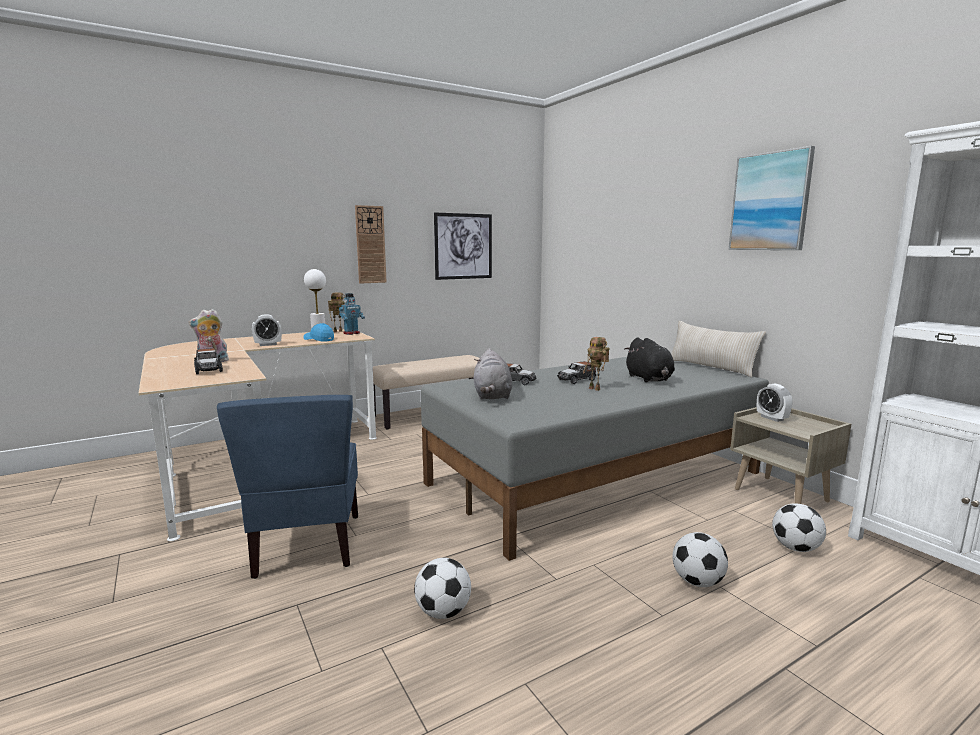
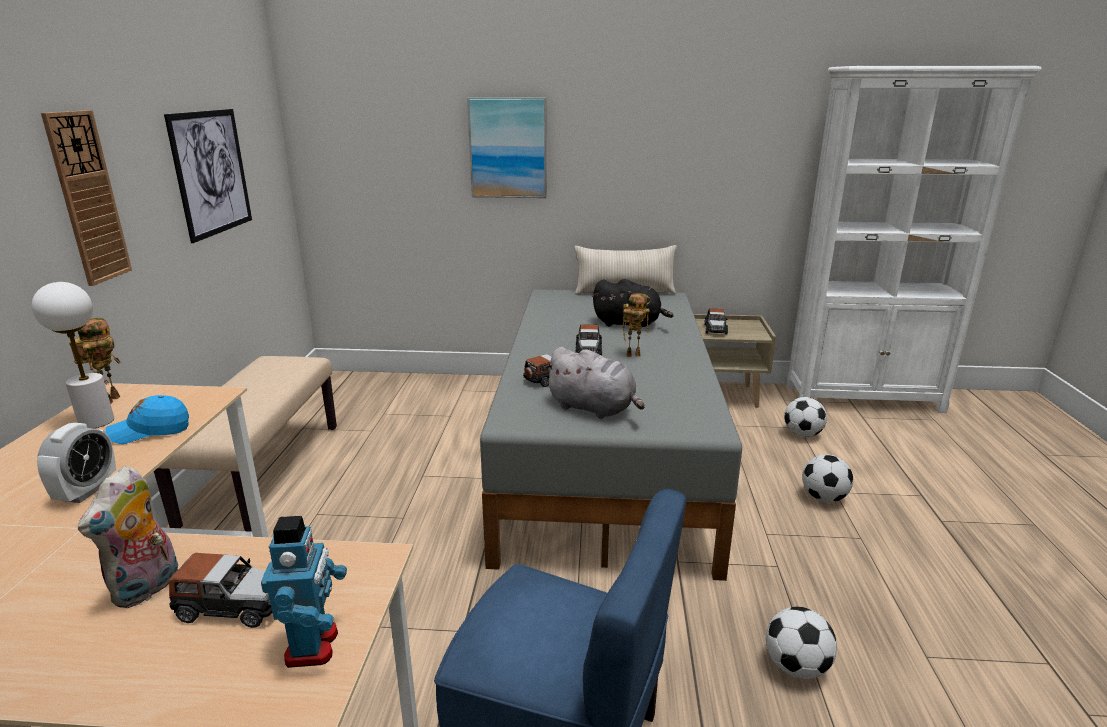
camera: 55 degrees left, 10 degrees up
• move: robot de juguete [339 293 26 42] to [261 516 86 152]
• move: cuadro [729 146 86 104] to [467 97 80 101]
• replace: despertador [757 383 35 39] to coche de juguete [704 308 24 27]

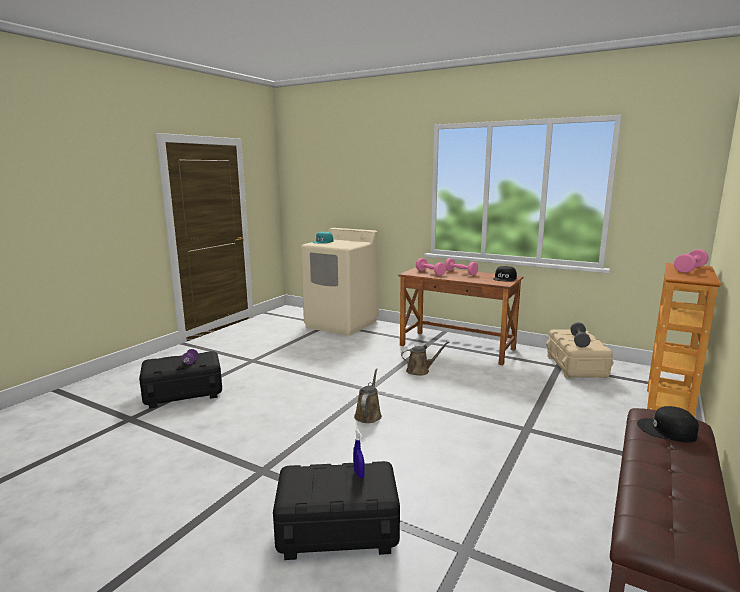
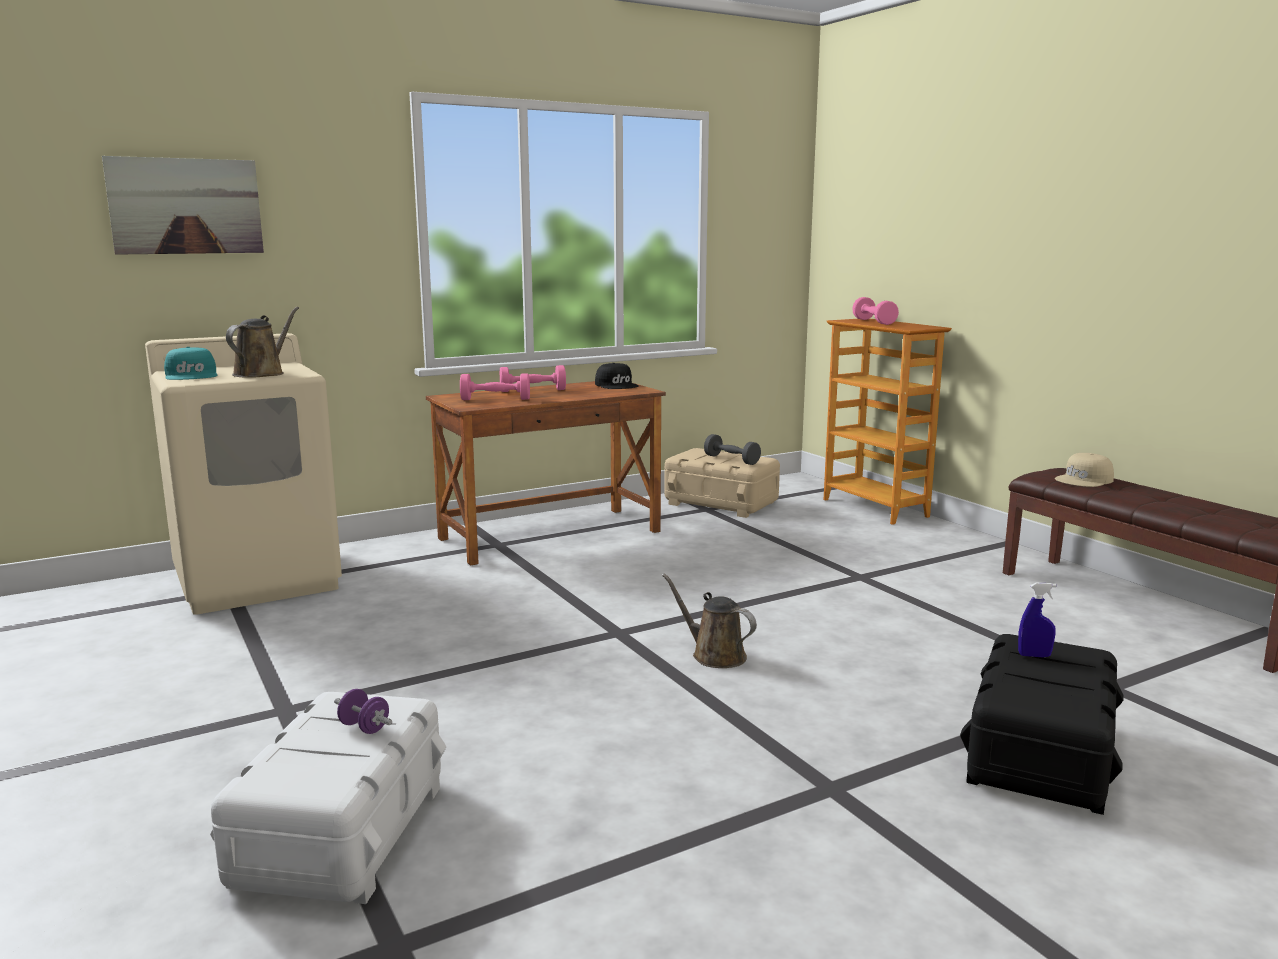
camera: 60 degrees left, 0 degrees up
• recolor: caja de almacenaje [negro] [139 351 83 58] to caja de almacenaje [blanco] [210 692 236 212]
• move: regadera [marrón] [401 342 49 34] to [226 307 73 70]
• recolor: gorra [negro] [637 406 62 37] to gorra [beis] [1055 453 59 34]
• insert: cuadro [102 156 162 99]

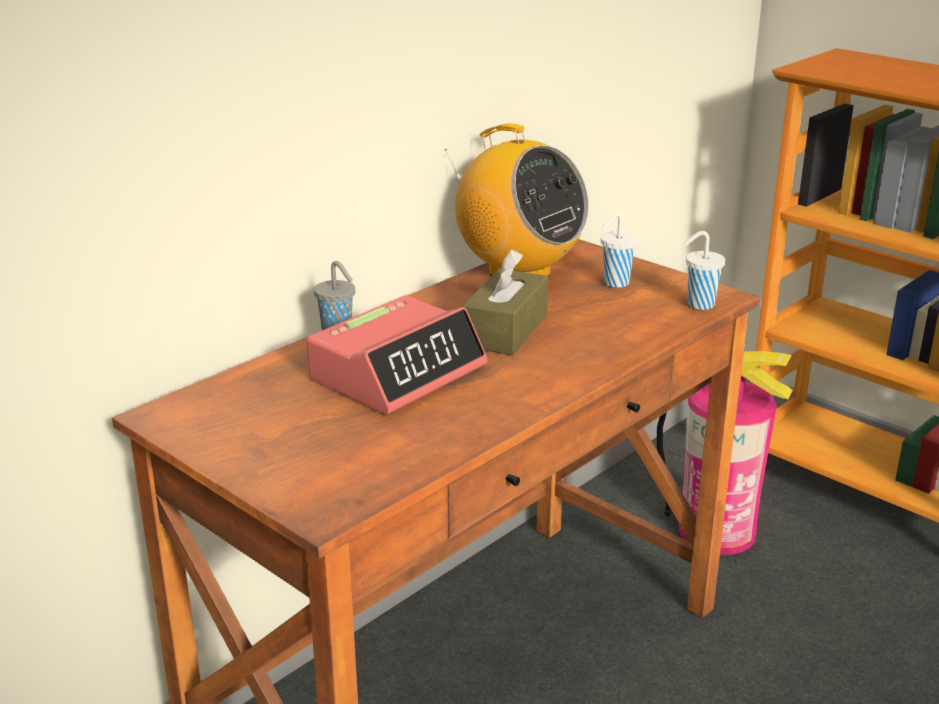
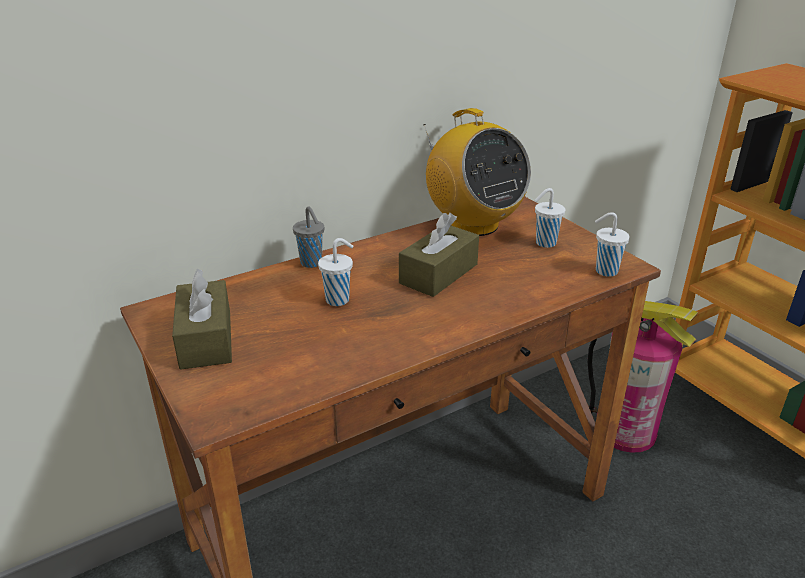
camera: 15 degrees right, 5 degrees up
• replace: despertador [307 295 181 119] to taza [blanco] [318 238 35 68]
• insert: caja de pañuelos [marrón] [172 269 60 101]

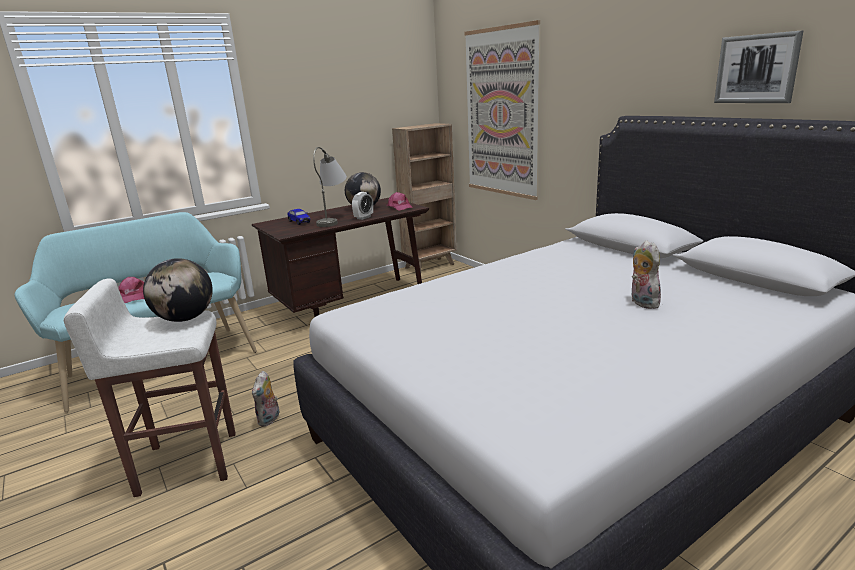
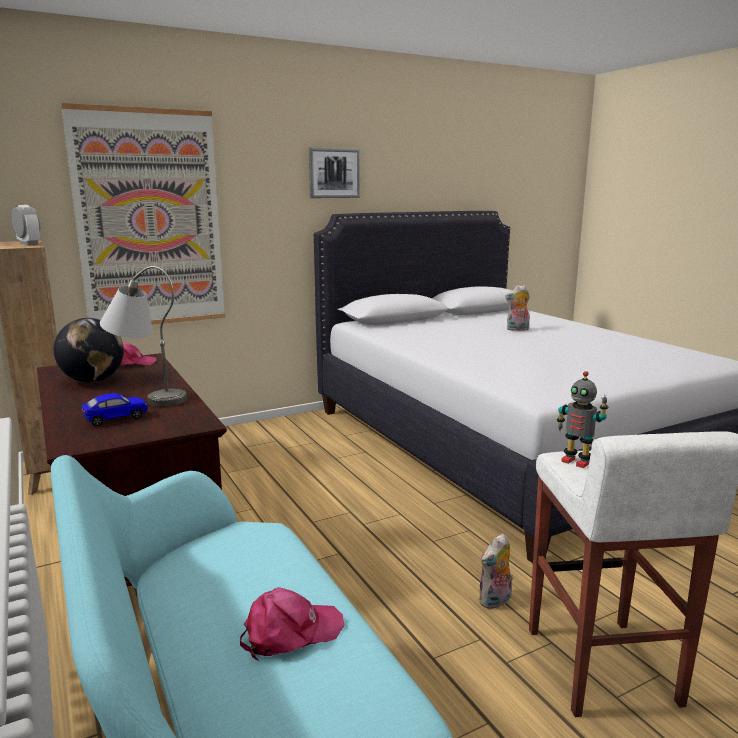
camera: 85 degrees left, 5 degrees down
• replace: globo terráqueo [143 258 70 64] to robot de juguete [557 371 52 97]
• rotate: peluche [252 371 27 56] = [478 533 35 77] 120 degrees clockwise
• move: despertador [352 192 21 28] to [12 205 28 40]
• move: cuadro [714 31 89 72] to [309 148 51 50]

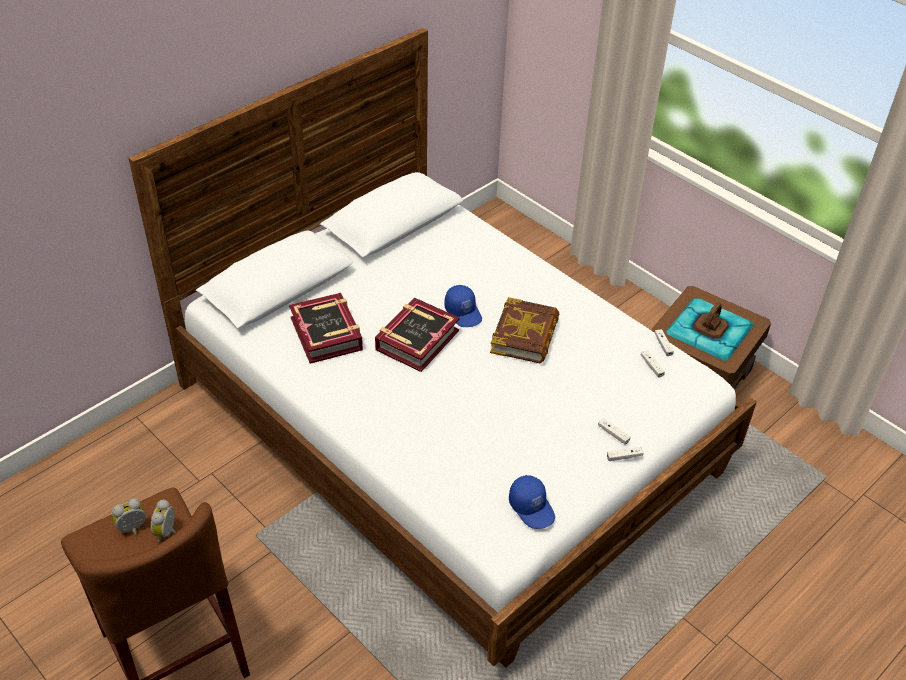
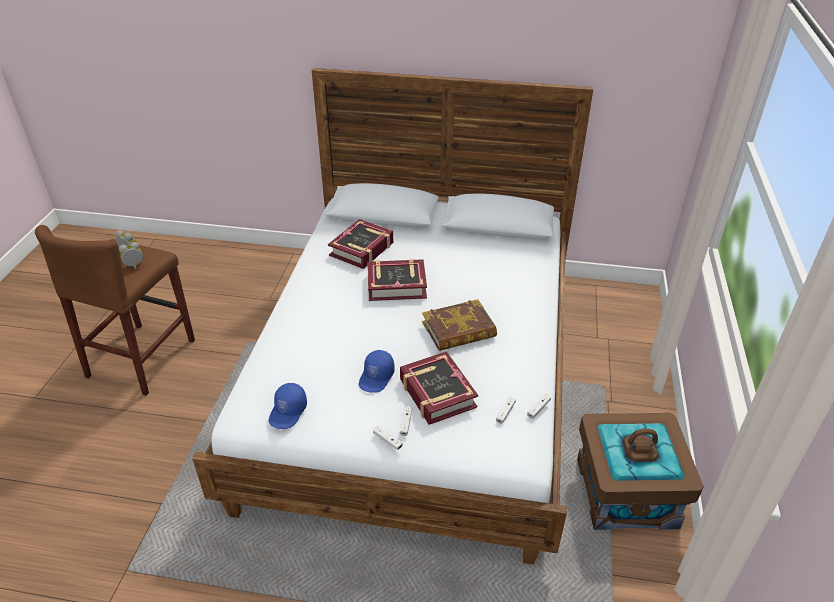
camera: 55 degrees right, 5 degrees down
• move: gorra [azul] [444 285 38 42] to [359 350 36 43]
• insert: libro [400 351 78 74]

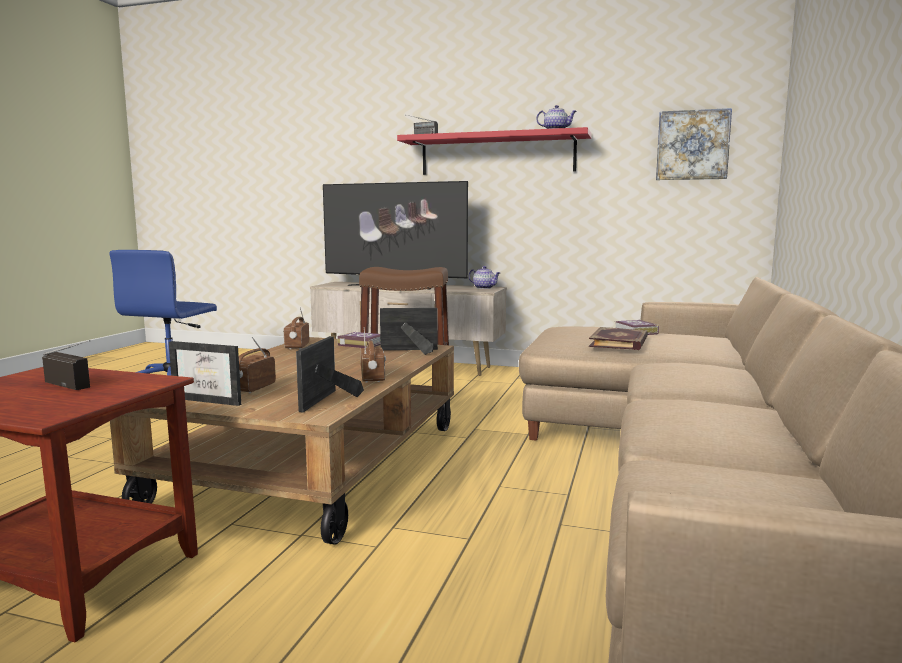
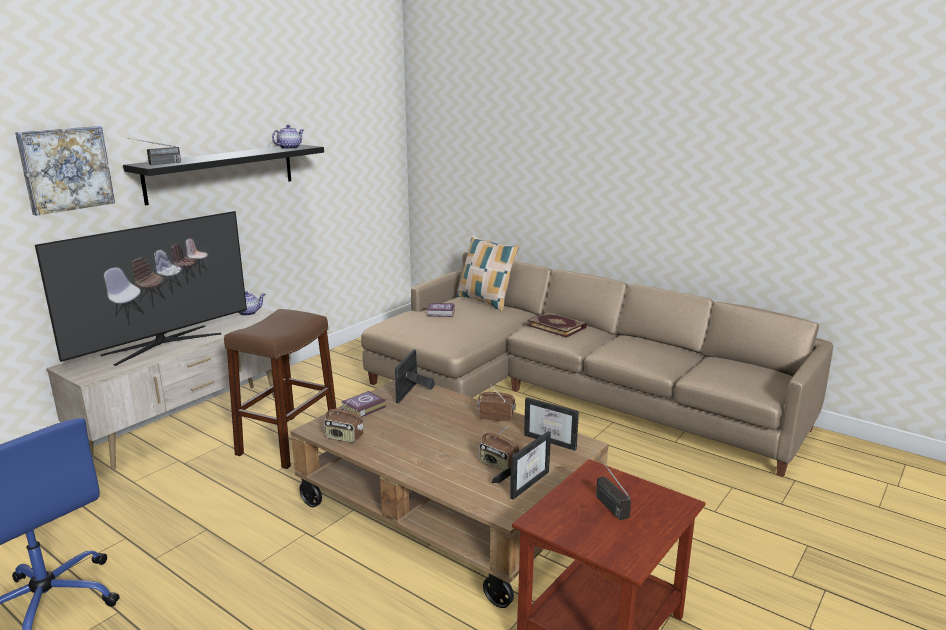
camera: 70 degrees left, 10 degrees up
• rotate: radio [42 340 49 50] = [593 449 38 71] 75 degrees counterclockwise
• recolor: estante [rojo] [397 127 195 48] to estante [negro] [123 144 201 61]
• move: libro [589 327 59 23] to [527 312 60 26]
• move: cuadro [656 108 76 72] to [15 126 100 90]
• insert: cojín [456 235 63 76]

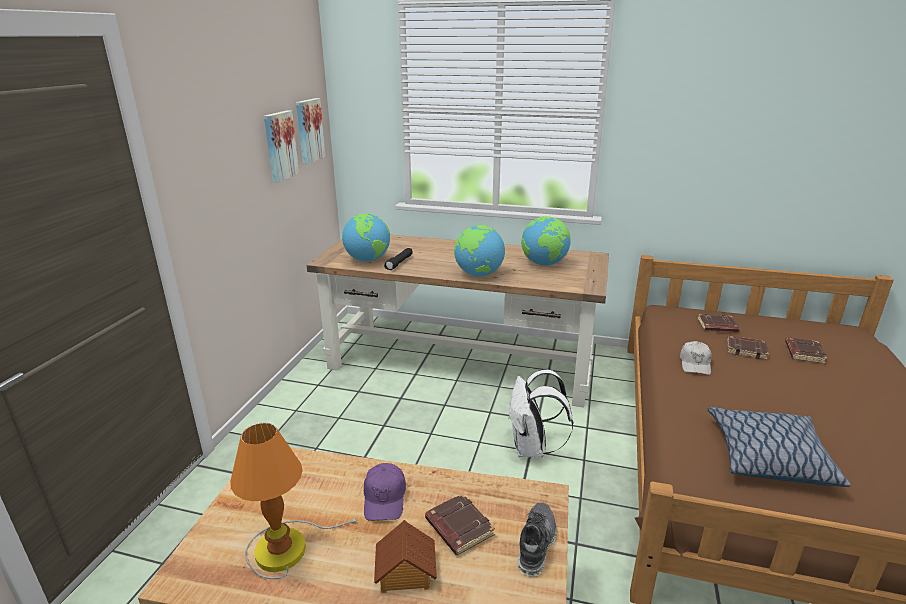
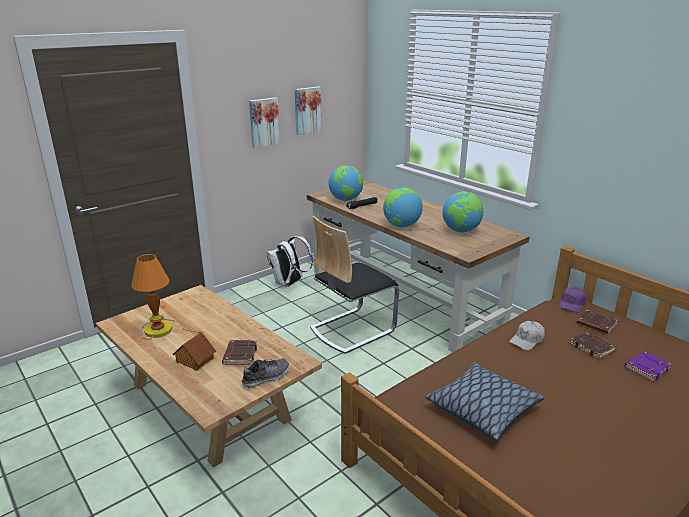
camera: 35 degrees right, 0 degrees up
• move: cuadro [296 98 30 66] to [249 97 31 51]
• move: gorra [morado] [364 463 42 58] to [559 287 27 26]
• move: mochila [blanco] [508 370 65 88] to [266 236 47 51]
• recolor: libro [marrón] [785 338 42 26] to libro [morado] [625 351 47 30]
• insert: silla [310 216 89 138]

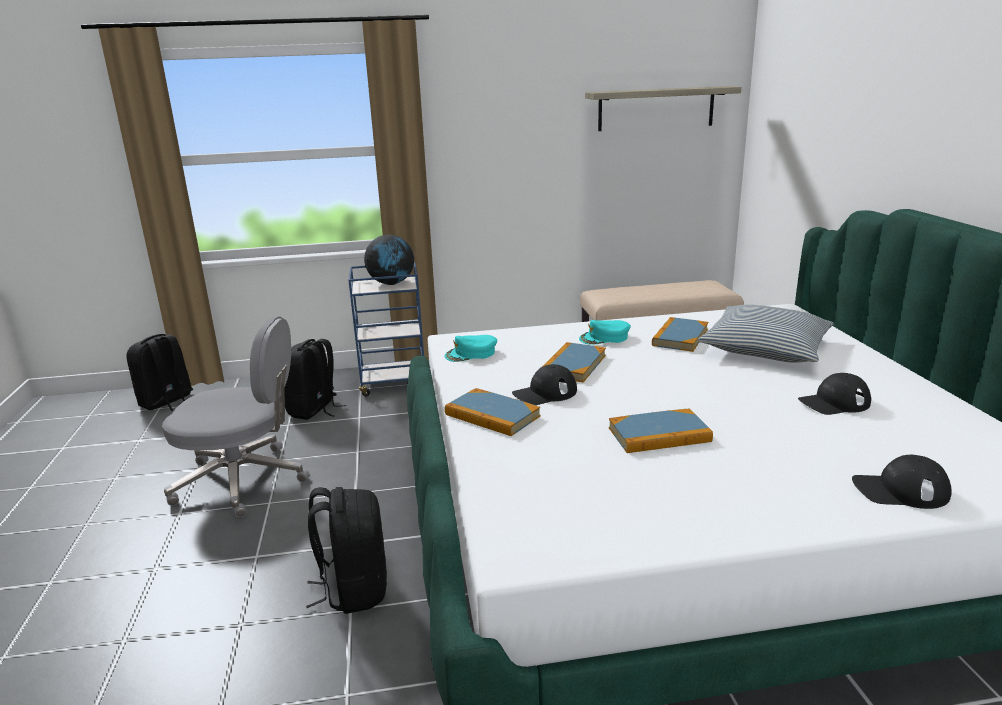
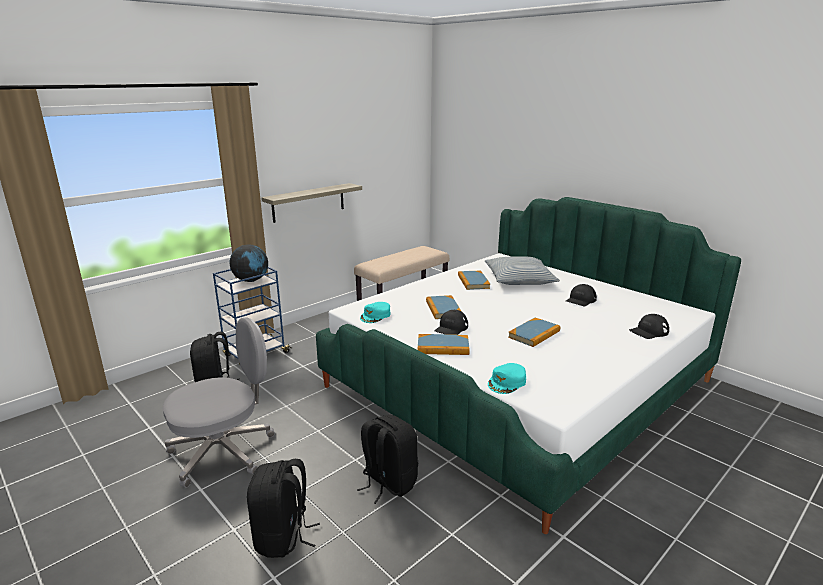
camera: 35 degrees left, 0 degrees up
• move: mochila [negro] [126 334 67 77] to [247 459 73 99]
• move: gorra [turquesa] [579 320 52 25] to [488 363 38 31]
• move: estante [585 86 157 45] to [261 183 101 40]

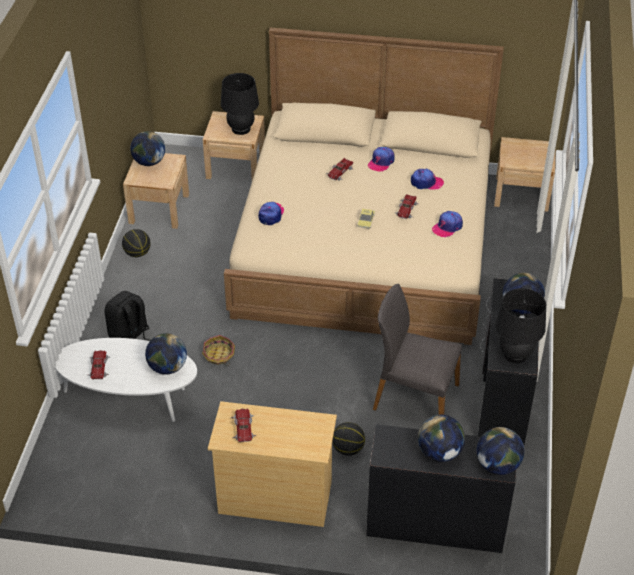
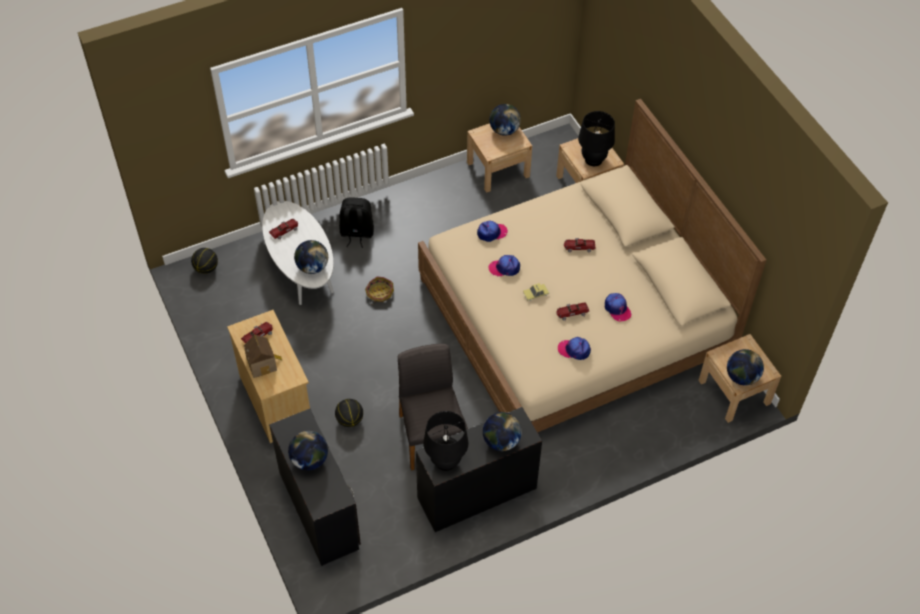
camera: 55 degrees right, 10 degrees up
• move: balón de baloncesto [122 229 29 28] to [191 248 27 26]
• move: gorra [368 147 27 25] to [488 255 32 21]
• move: globo terráqueo [477 427 48 48] to [727 349 37 37]
• insert: casita [244 335 38 43]

